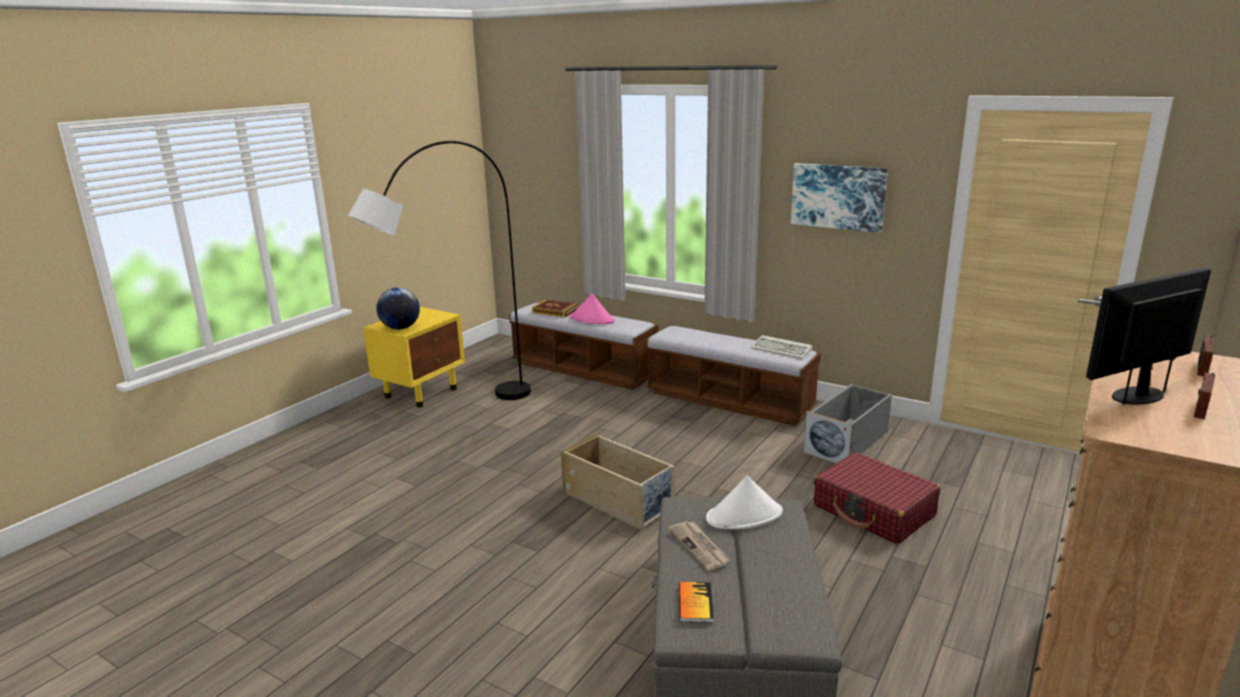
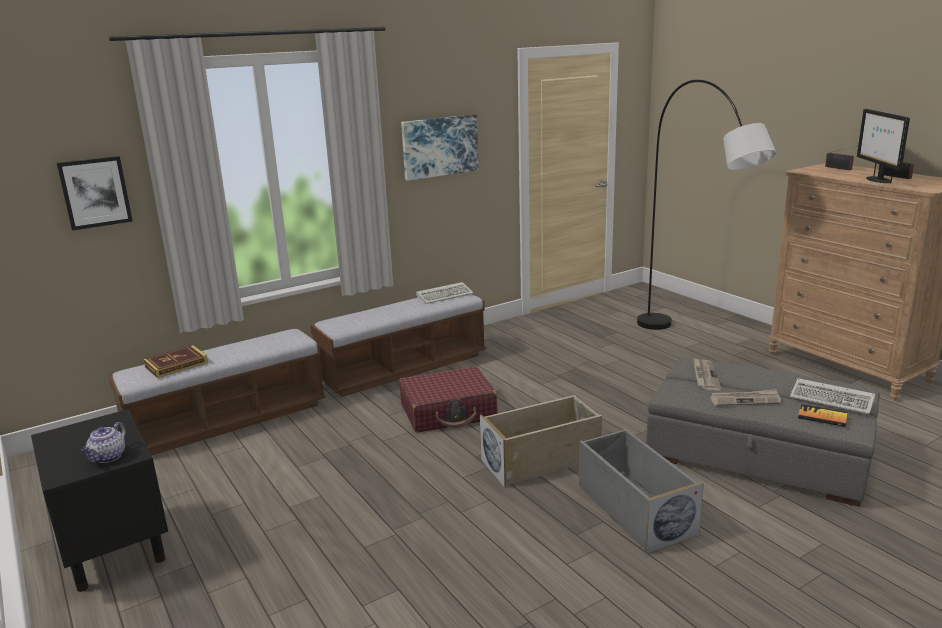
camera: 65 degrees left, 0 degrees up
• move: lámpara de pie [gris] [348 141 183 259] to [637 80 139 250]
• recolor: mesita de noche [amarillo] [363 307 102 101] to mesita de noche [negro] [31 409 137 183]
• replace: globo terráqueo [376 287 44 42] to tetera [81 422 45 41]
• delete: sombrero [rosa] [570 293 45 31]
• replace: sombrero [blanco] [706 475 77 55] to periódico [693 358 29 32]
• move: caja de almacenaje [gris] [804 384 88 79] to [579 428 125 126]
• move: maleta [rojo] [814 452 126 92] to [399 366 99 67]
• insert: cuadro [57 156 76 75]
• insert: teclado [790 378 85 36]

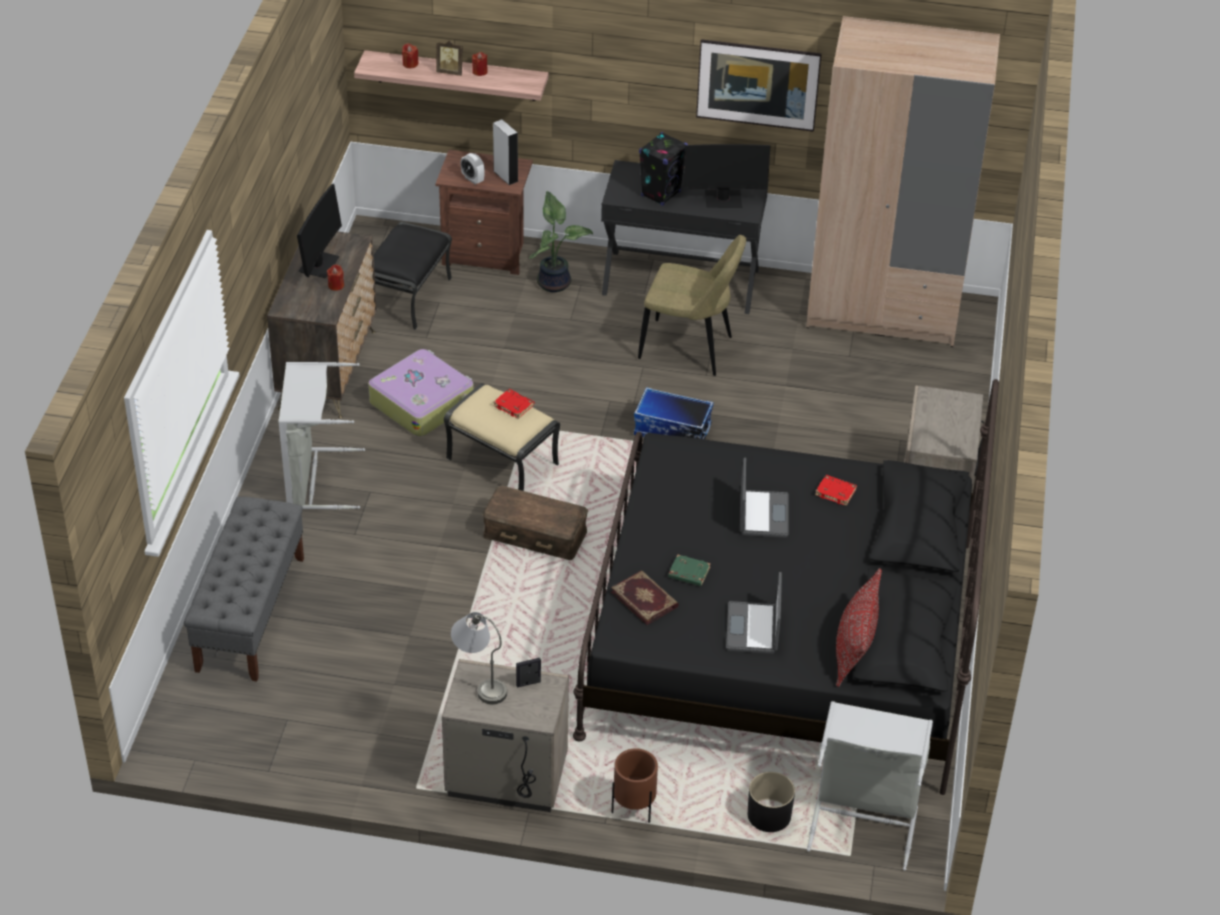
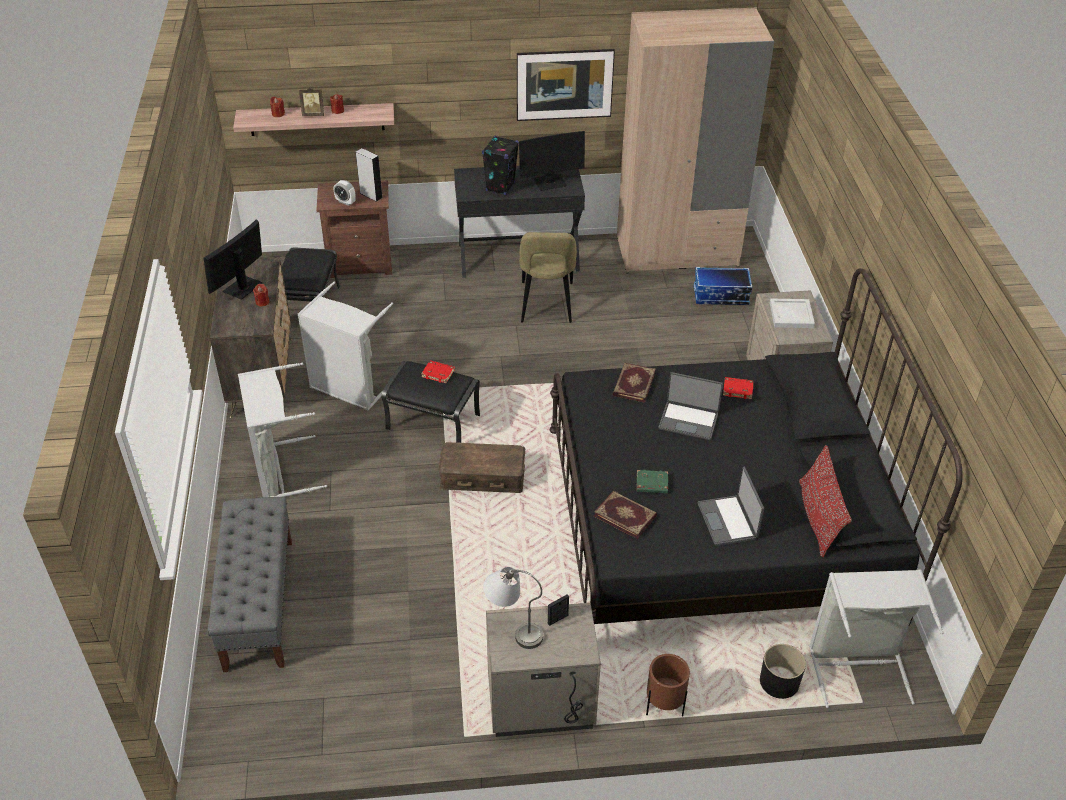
camera: 15 degrees left, 0 degrees up
• rotate: monitor [297 184 45 94] = [204 219 59 81] 150 degrees counterclockwise
• replace: maleta [368 349 106 88] to cesto de la ropa [gris] [298 282 95 129]
• recolor: puf [beis] [444 383 116 108] to puf [negro] [381 361 99 82]
• delete: planta en maceta [529 191 64 101]
• move: caja de almacenaje [634 387 79 53] to [694 267 59 38]
• rotate: silla [beis] [638 235 108 141] = [519 232 58 91] 90 degrees clockwise
• rotate: portátil [740 458 48 80] = [658 372 65 68] 120 degrees clockwise
• insert: libro [613 363 43 40]
• insert: bandeja [blanco] [770 298 45 30]

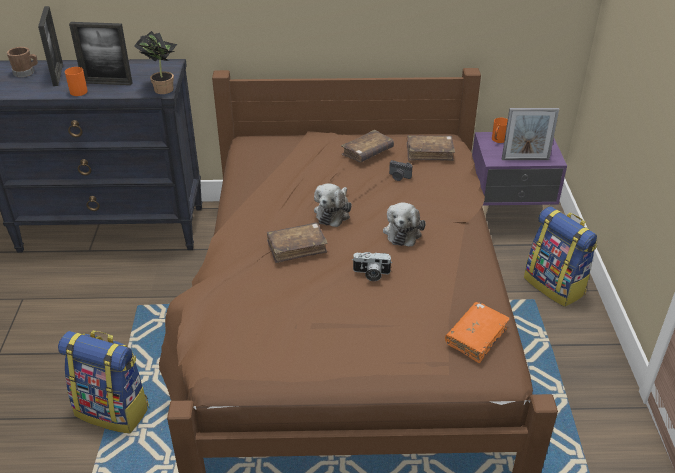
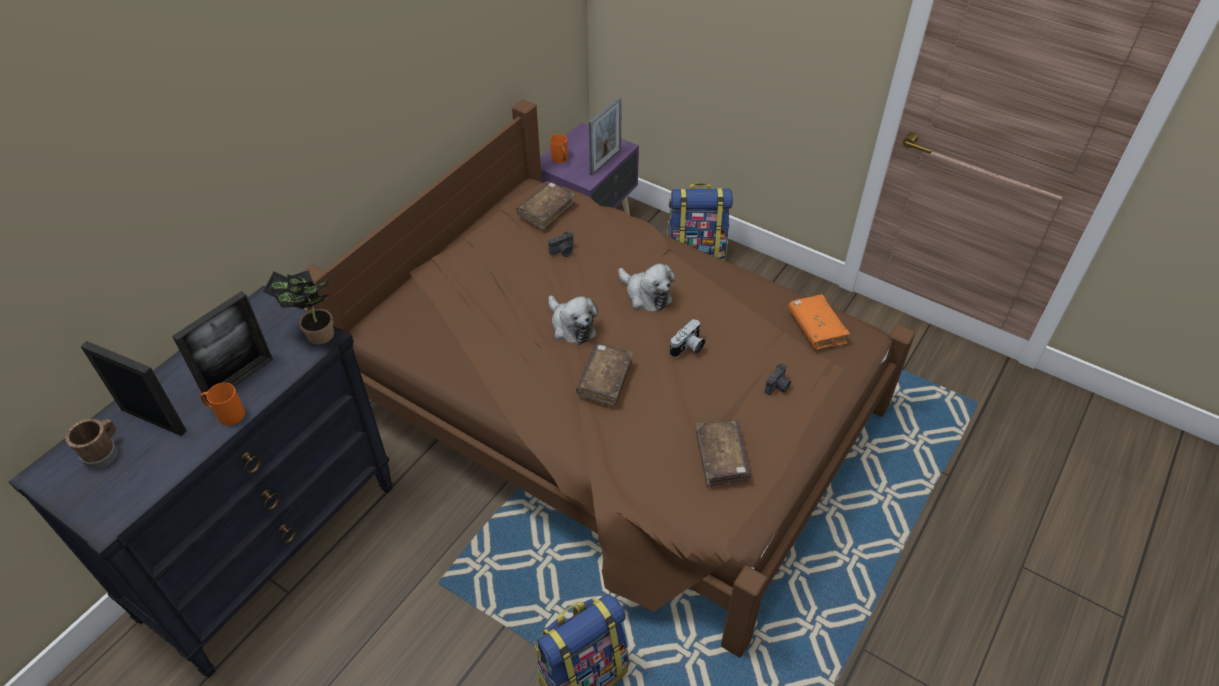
camera: 55 degrees left, 10 degrees up
• move: libro [marrón] [341 130 53 32] to [696 420 55 67]
• insert: cámara [765 363 26 32]

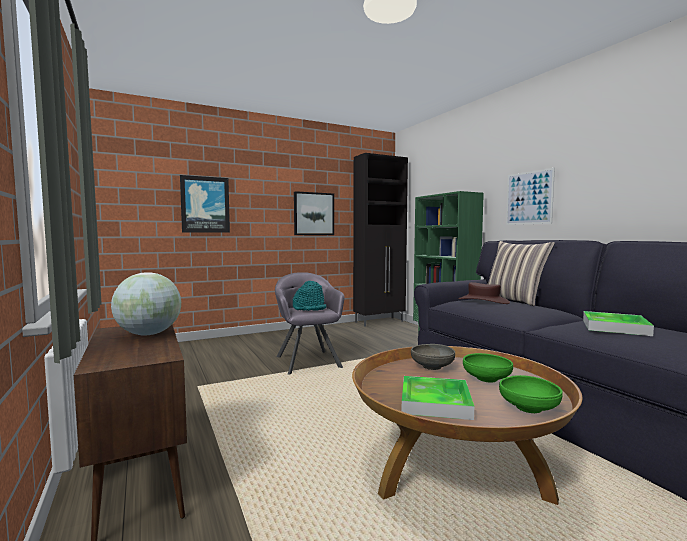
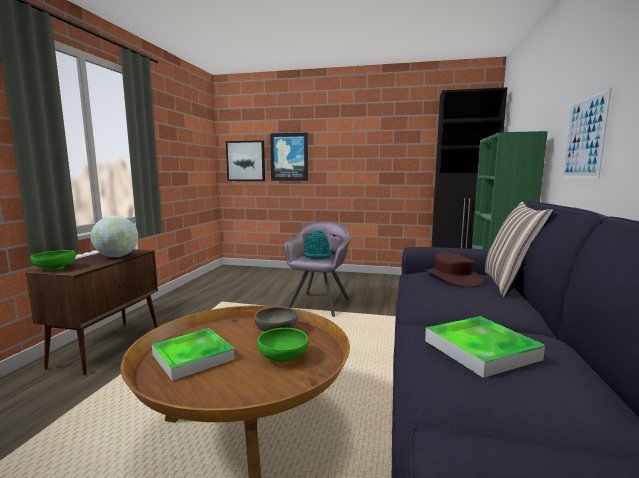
camera: 40 degrees right, 5 degrees up
• move: cuadro [294 191 40 44] to [226 140 39 41]
• move: cuenco [verde] [499 375 64 38] to [31 250 45 20]

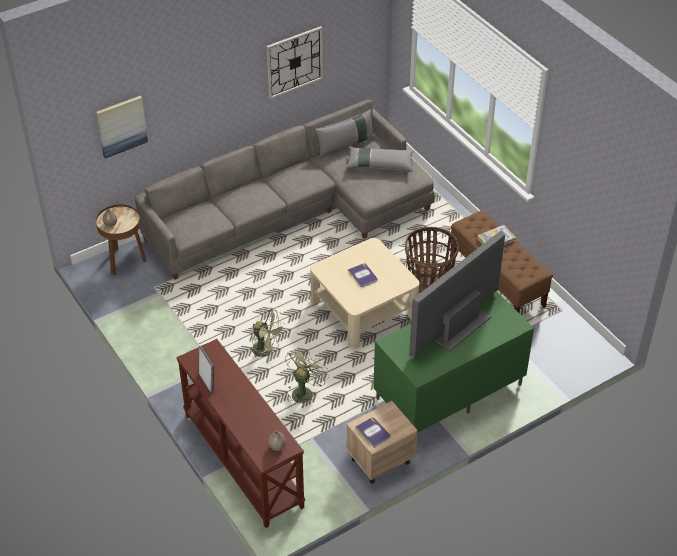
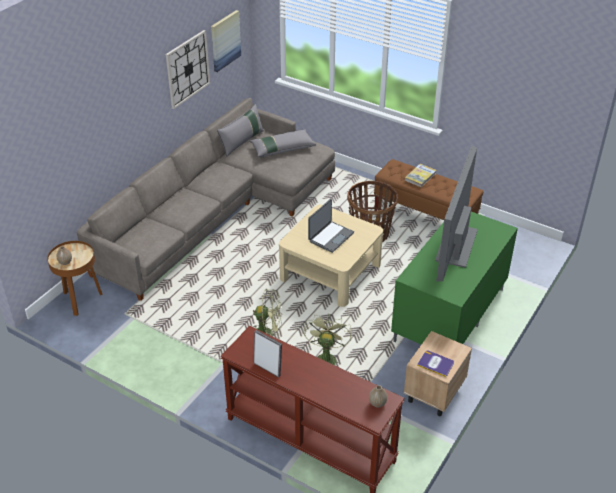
camera: 25 degrees left, 5 degrees down
• move: cuadro [96 96 52 62] to [211 10 30 62]
• replace: libro [348 263 30 25] to portátil [308 199 46 54]

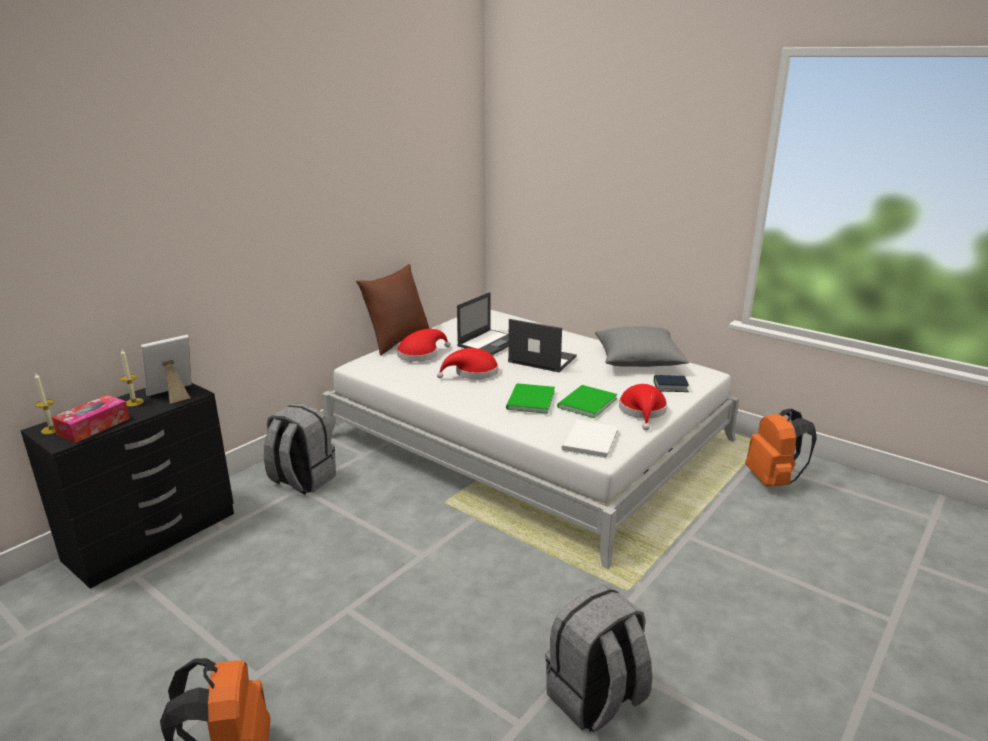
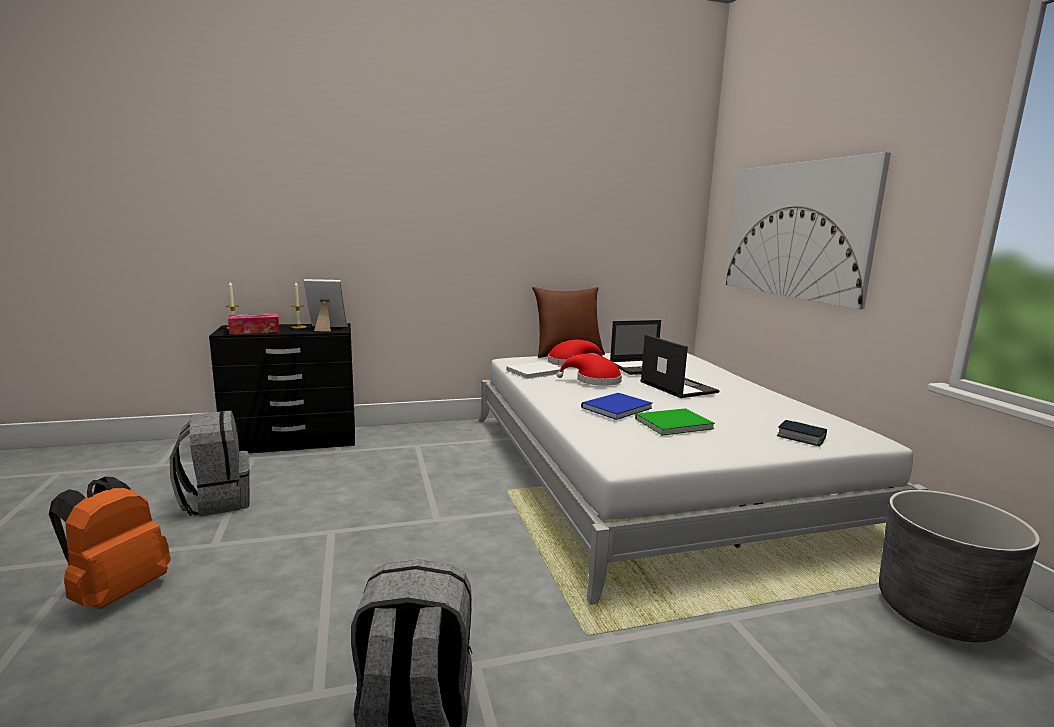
camera: 35 degrees right, 10 degrees down
• move: mochila [gris] [264 403 72 92] to [170 411 80 106]
• recolor: libro [verde] [506 383 49 31] to libro [azul] [581 393 71 27]
• move: libro [blanco] [562 420 56 38] to [506 361 58 18]
• delete: cojín [gris] [595 326 94 41]
• delete: sombrero [rojo] [619 384 48 47]
• replace: mochila [naranja] [745 409 72 78] to maceta [gris] [879 490 161 152]
• insert: cuadro [726 152 165 157]

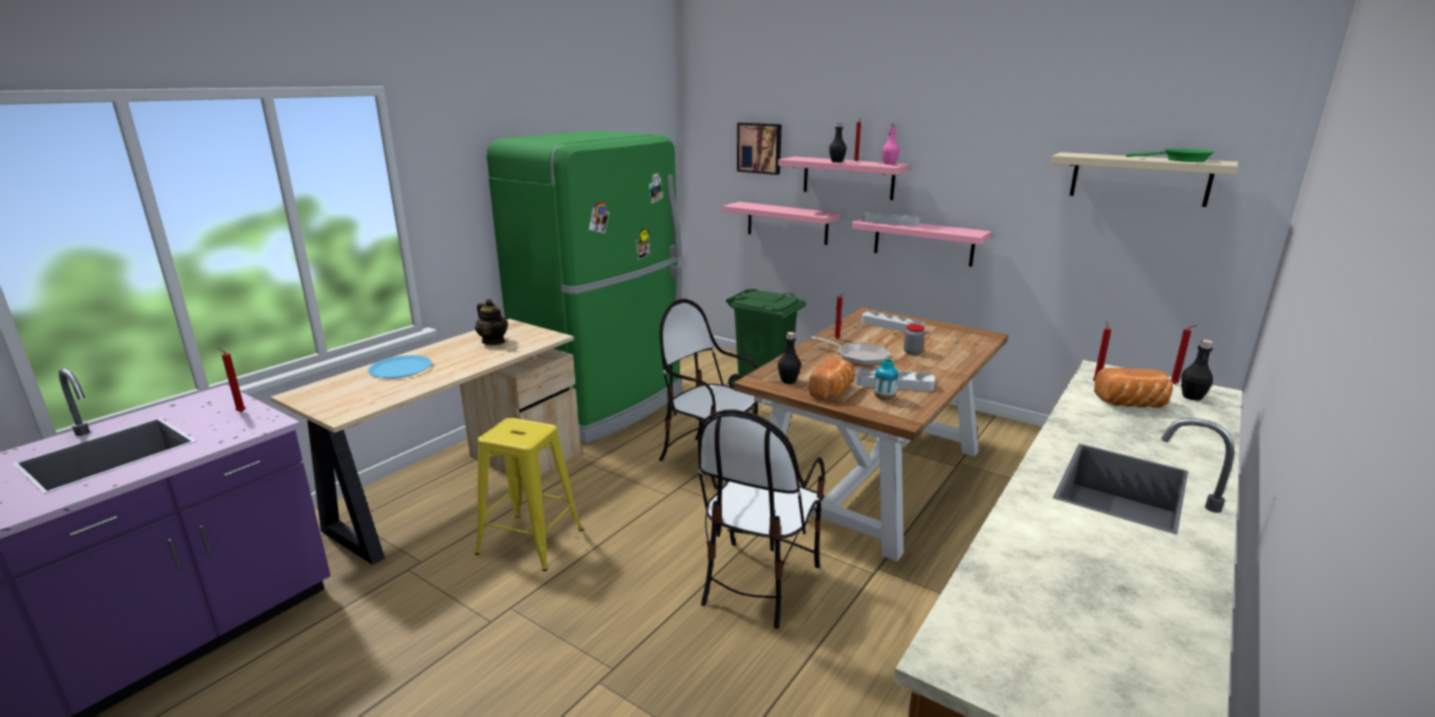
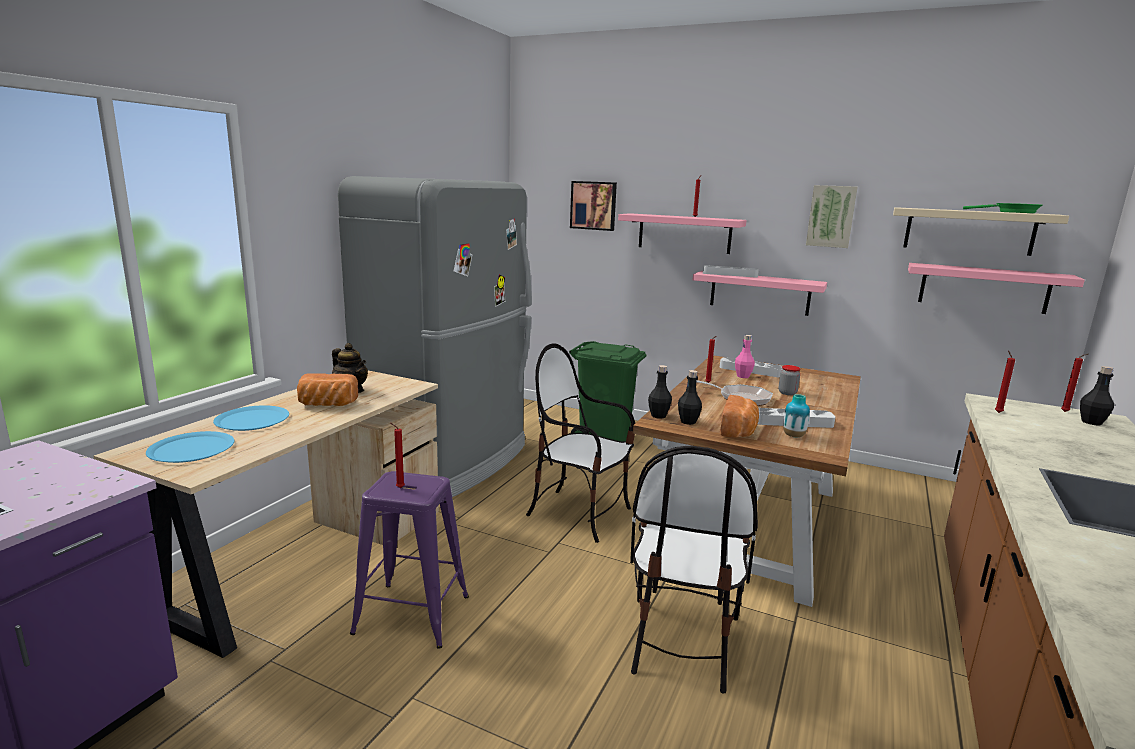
camera: 10 degrees left, 5 degrees down
• move: vela [rojo] [218 348 27 64] to [390 423 15 65]
• recolor: taburete [amarillo] [475 418 108 153] to taburete [morado] [350 471 119 178]
• recolor: nevera [verde] [487 131 195 312] to nevera [gris] [338 176 194 321]
• move: estante [rosa] [723 202 118 43] to [908 263 177 51]
• move: botella [negro] [829 123 18 40] to [648 365 24 54]
• move: botella [rosa] [882 124 17 41] to [735 335 20 43]
• move: pan [1094 368 79 40] to [297 373 61 33]
• insert: plato [azul] [146 431 89 32]
• insert: cuadro [806 185 51 63]

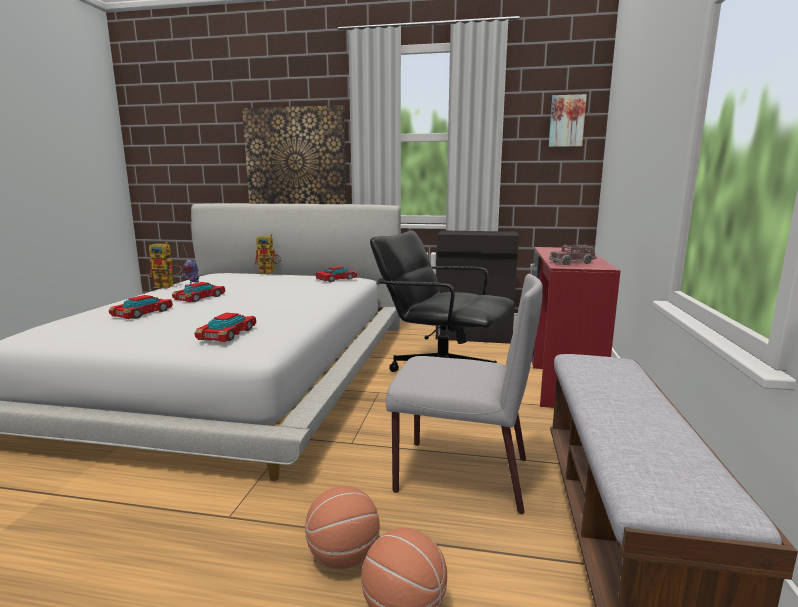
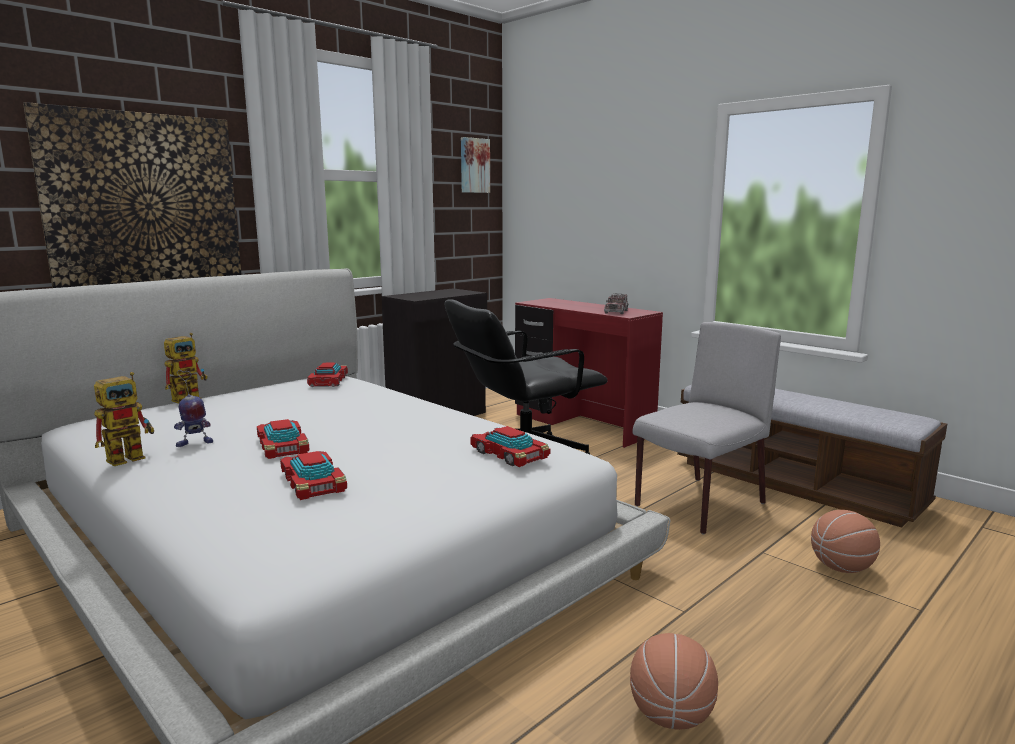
camera: 55 degrees left, 0 degrees up
• move: balón de baloncesto [305 486 75 83] to [630 633 88 97]

